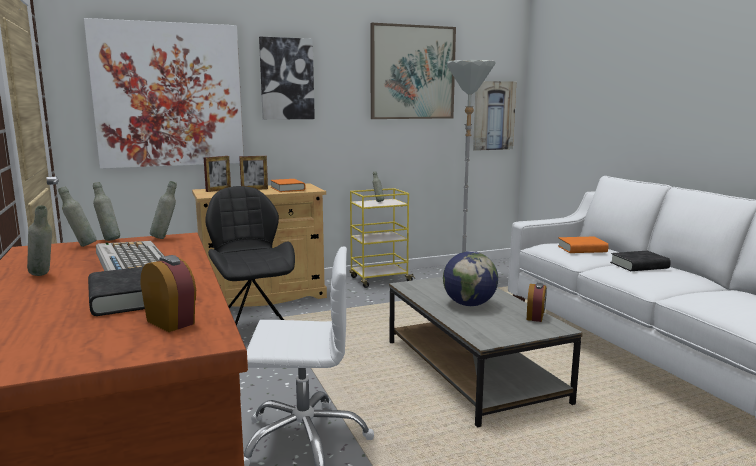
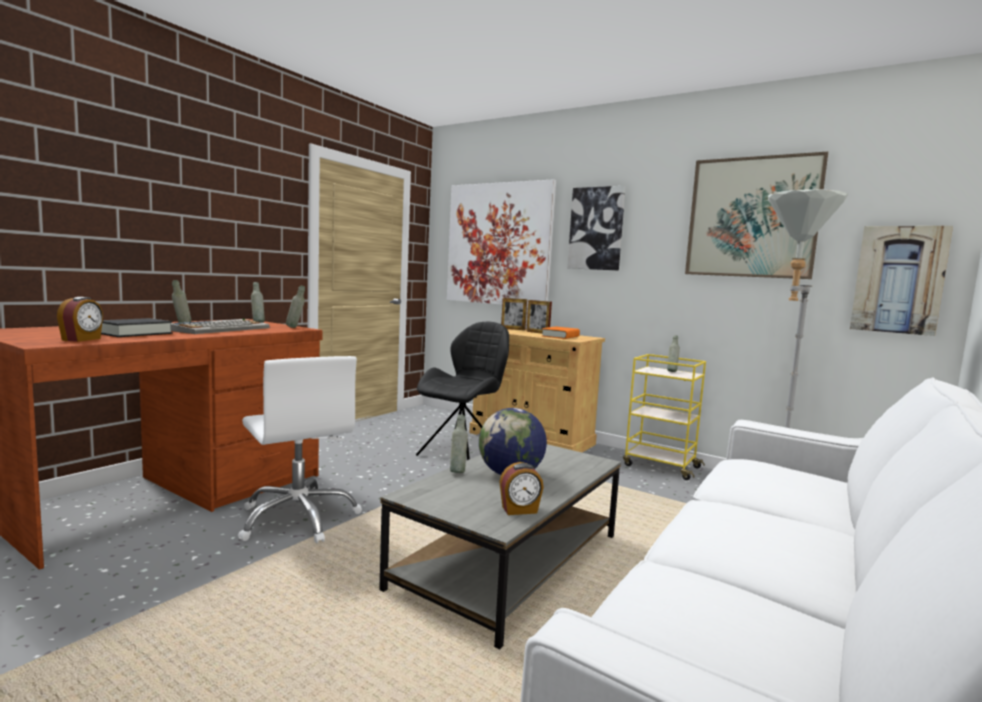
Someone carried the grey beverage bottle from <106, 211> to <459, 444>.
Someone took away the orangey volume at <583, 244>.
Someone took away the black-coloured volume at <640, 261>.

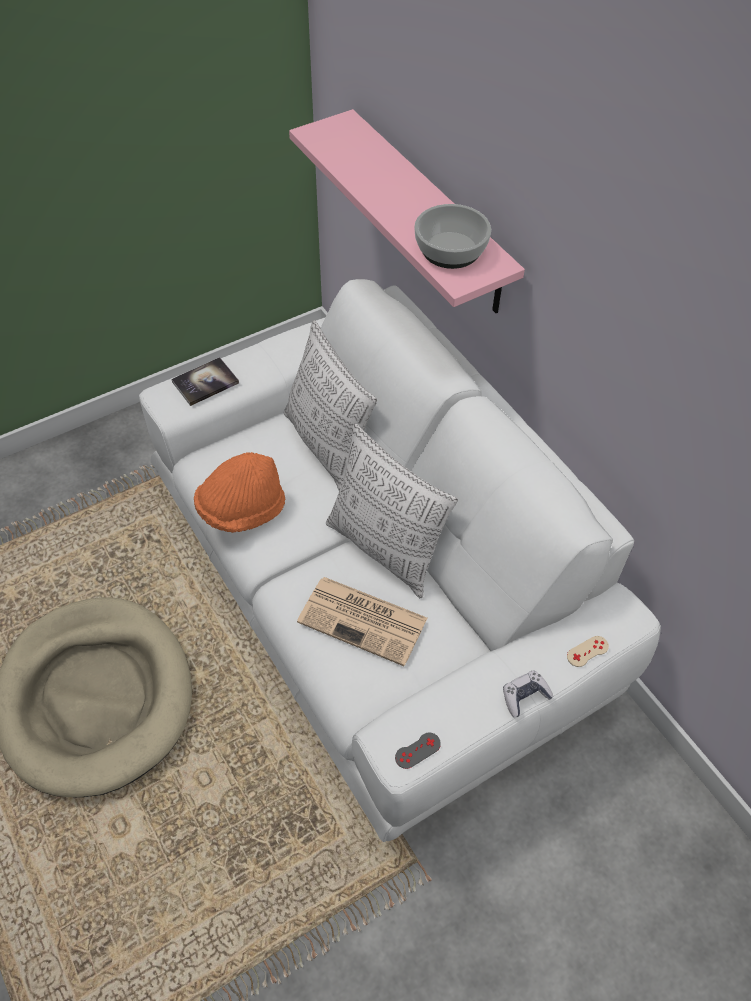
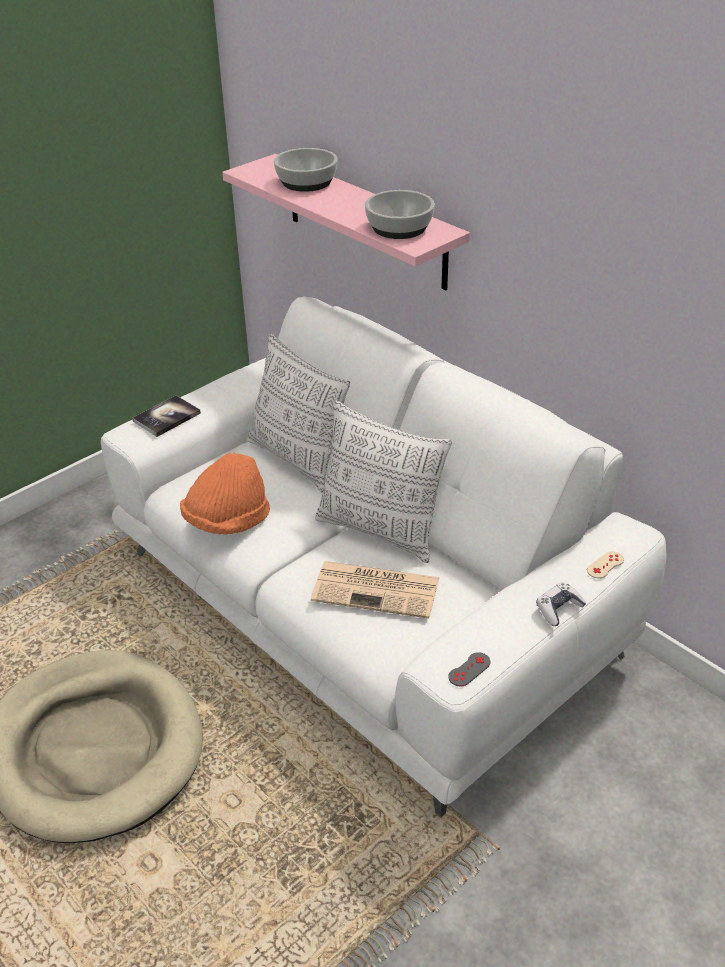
Someone put down the serving bowl at <306, 170>.

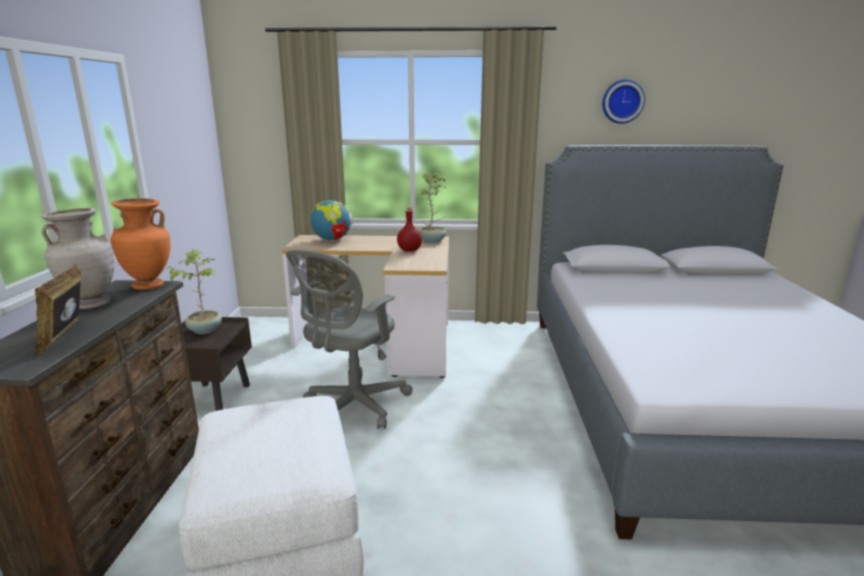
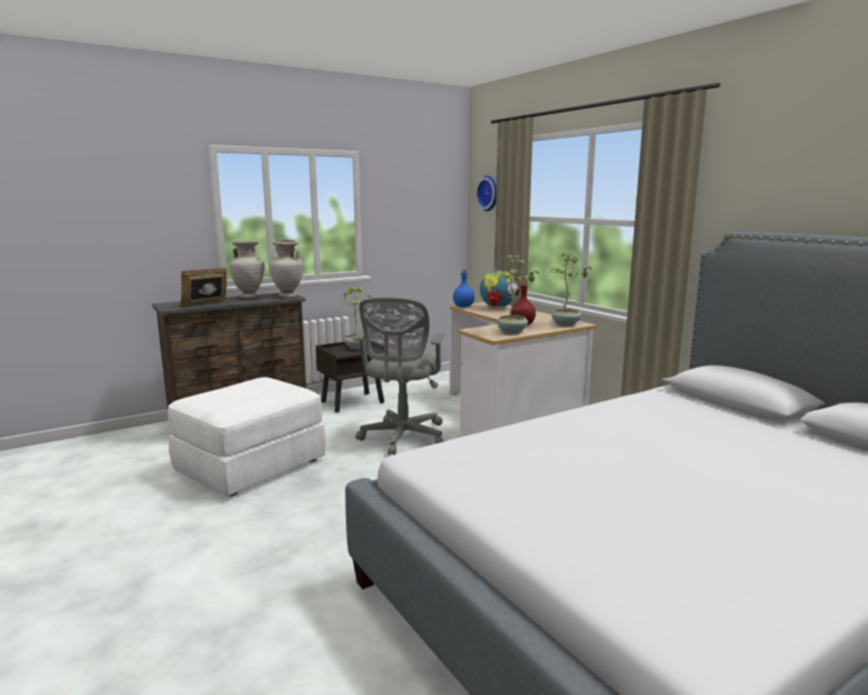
Someone repainted the orangey flower vase at <140, 244>, which became the beige-coloured flower vase at <286, 269>.
Someone rotated the grey desk chair at <349, 339> by 75 degrees counterclockwise.
Someone put down the bluish beverage bottle at <464, 288>.
Someone carried the hanging clock from <623, 102> to <485, 193>.
Someone put down the plant in a pot at <516, 294>.

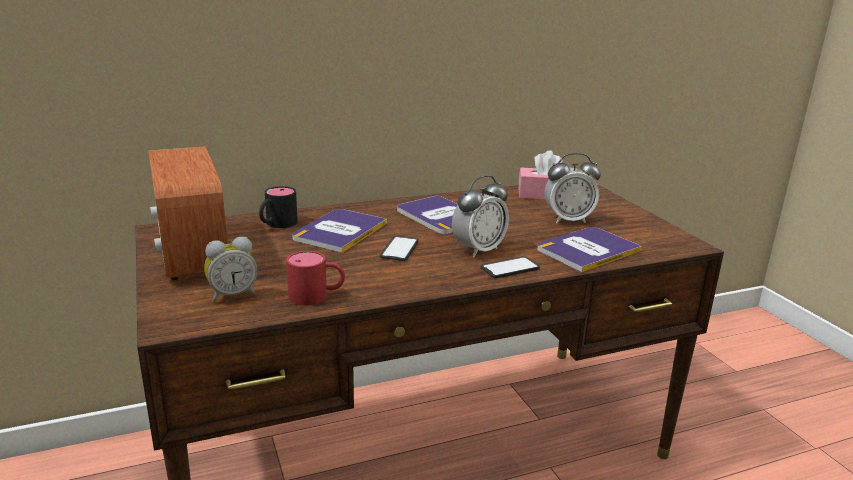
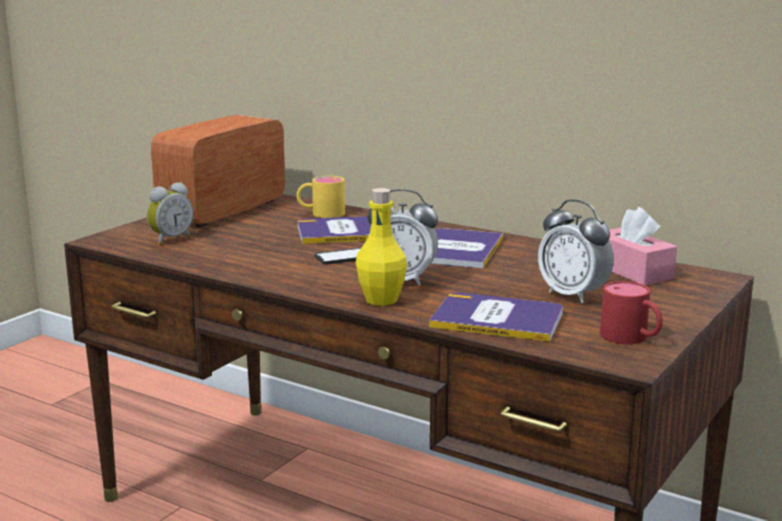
Someone rotated the bedside clock at <231, 269> by 75 degrees counterclockwise.
Someone repainted the black-coloured tea mug at <278, 207>, which became the yellowish tea mug at <320, 197>.
Someone swapped the phone at <510, 267> for the yellowish beverage bottle at <381, 247>.
Someone carried the red-coloured tea mug from <315, 278> to <631, 312>.

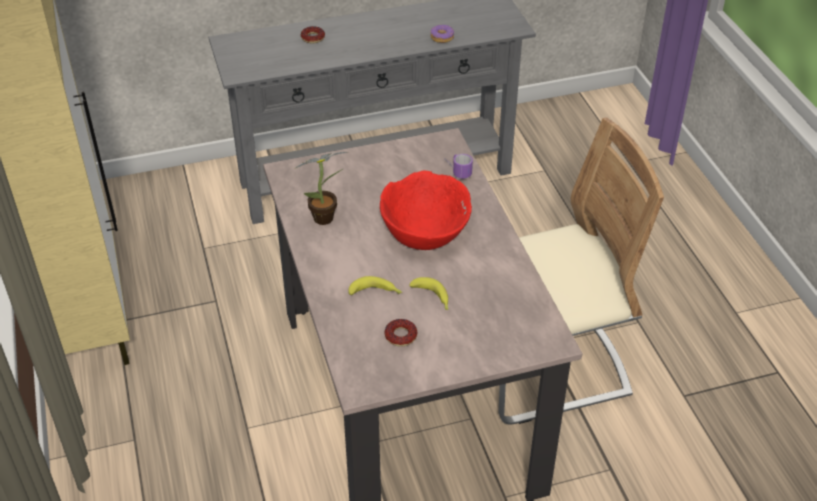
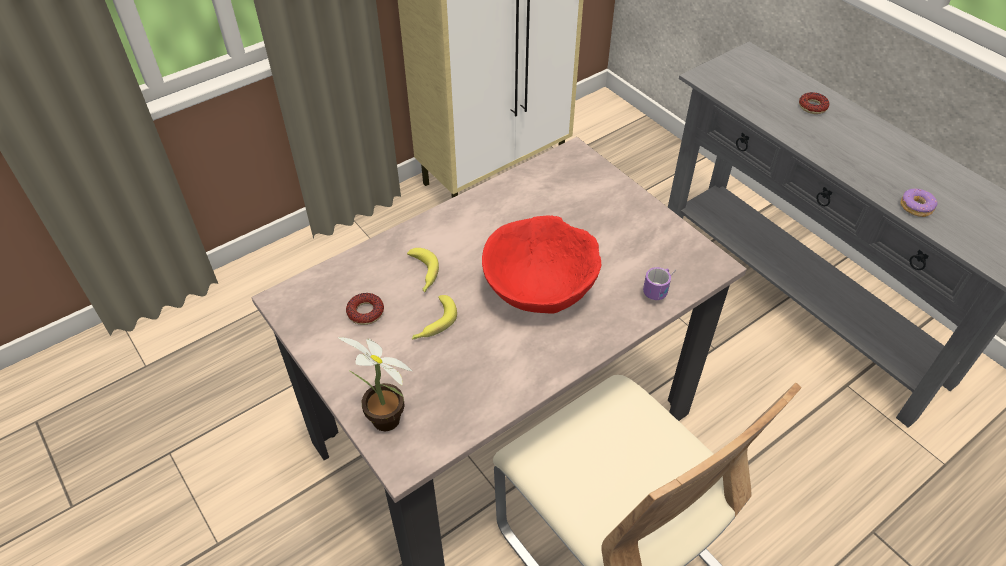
Someone carried the plant in a pot from <321, 188> to <374, 384>.

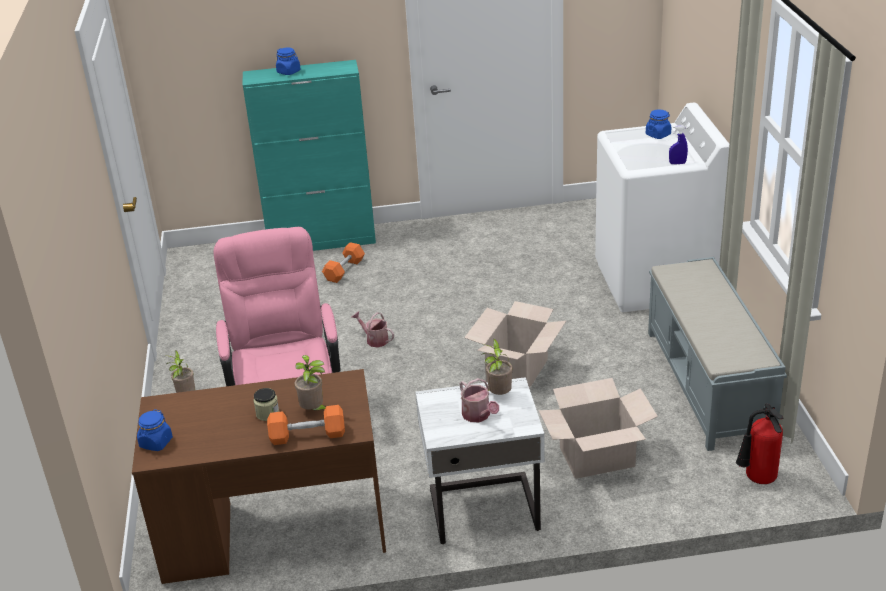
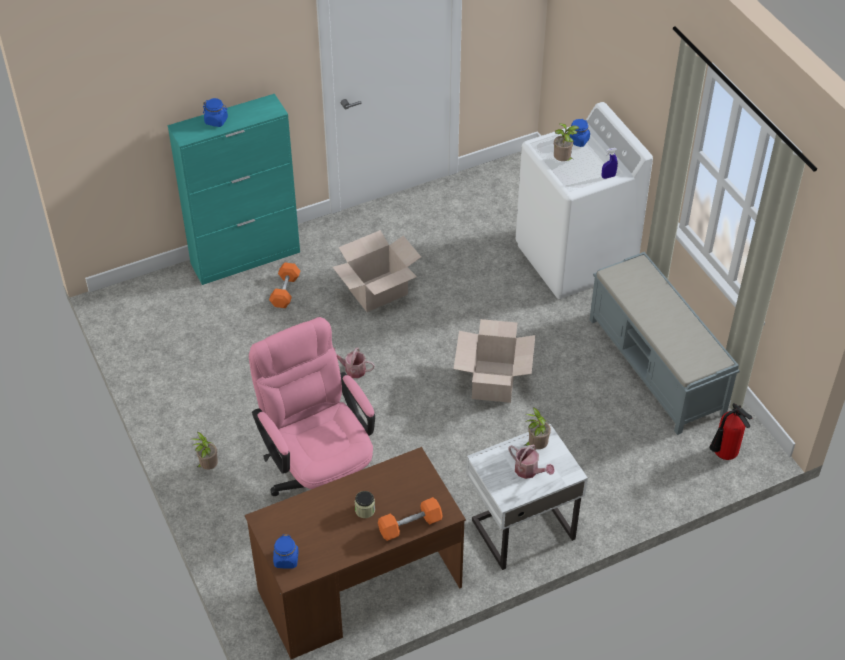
Someone carried the carton from <598, 428> to <377, 271>.
Someone carried the plant in a pot from <310, 382> to <566, 142>.

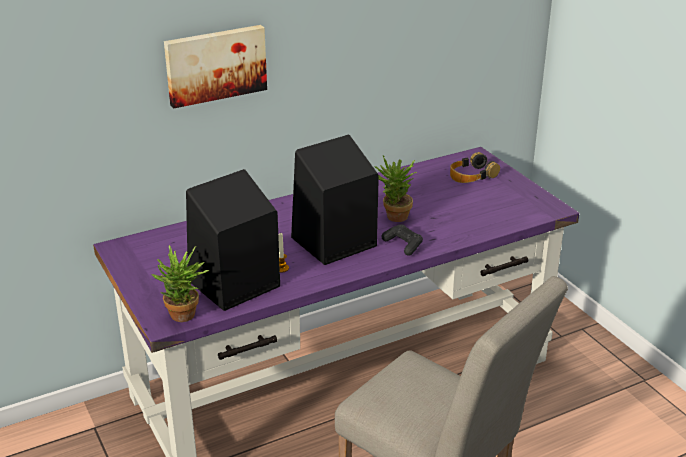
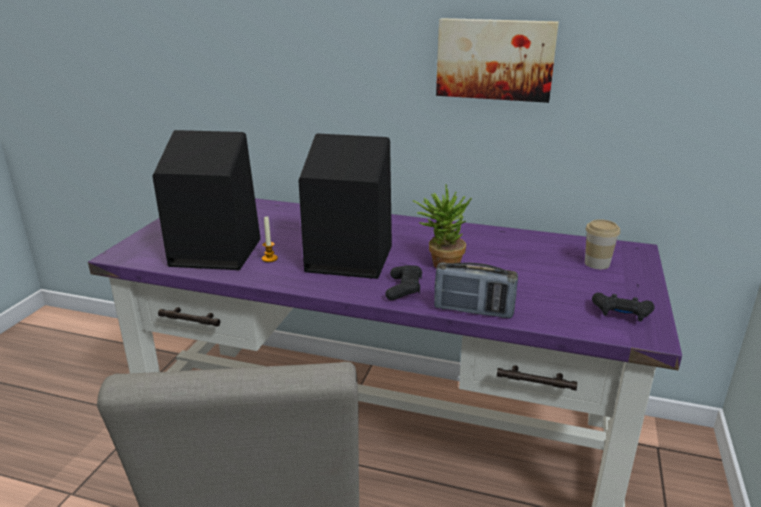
Someone put down the radio receiver at <476, 290>.
Someone carried the picture from <215, 67> to <497, 60>.
Someone swapped the pair of headphones at <475, 167> for the cup at <602, 244>.
Someone put down the black-coloured gamepad at <623, 307>.
Someone took away the plant in a pot at <180, 283>.

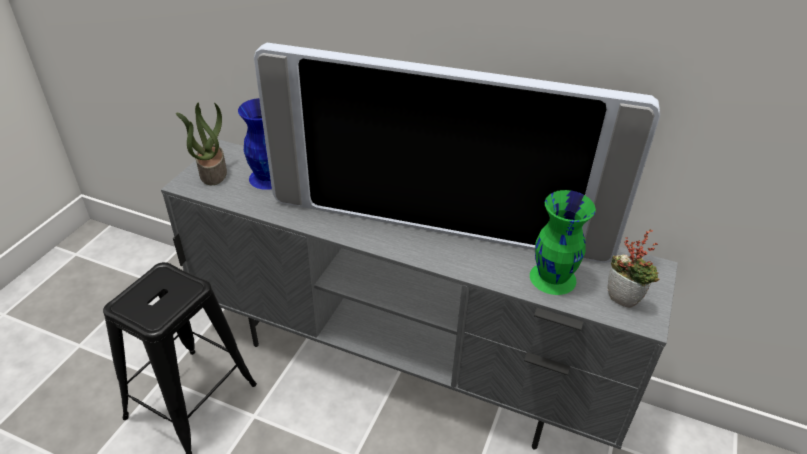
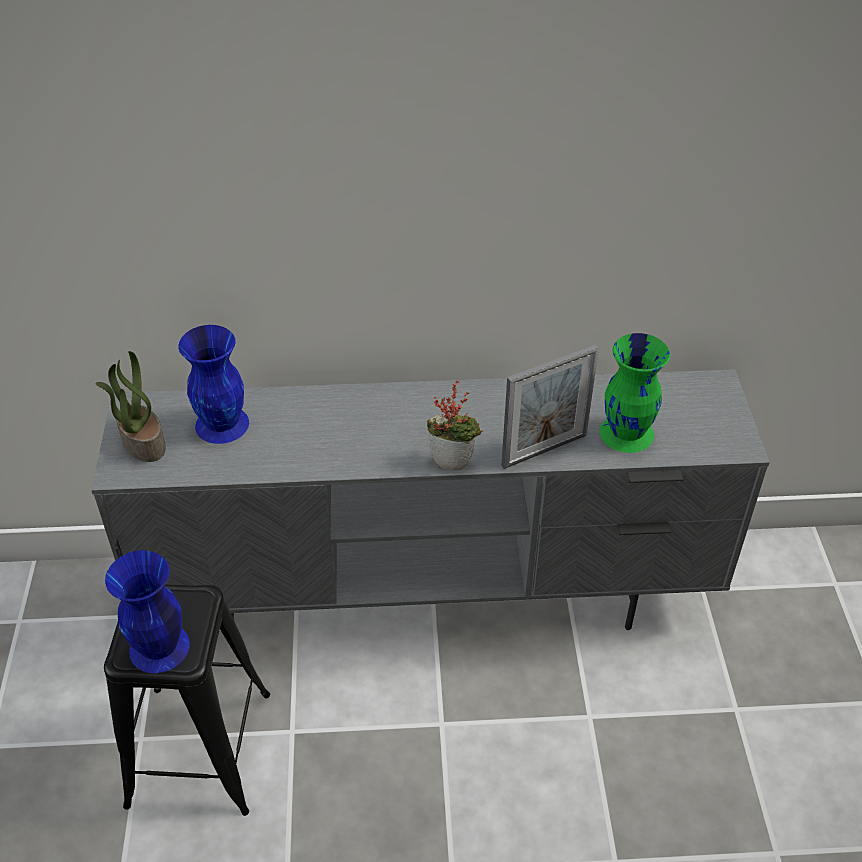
Someone put down the bluish flower vase at <147, 611>.
Someone carried the plant in a pot from <634, 268> to <454, 425>.
Someone put down the photo frame at <550, 407>.
Someone took away the TV set at <457, 153>.

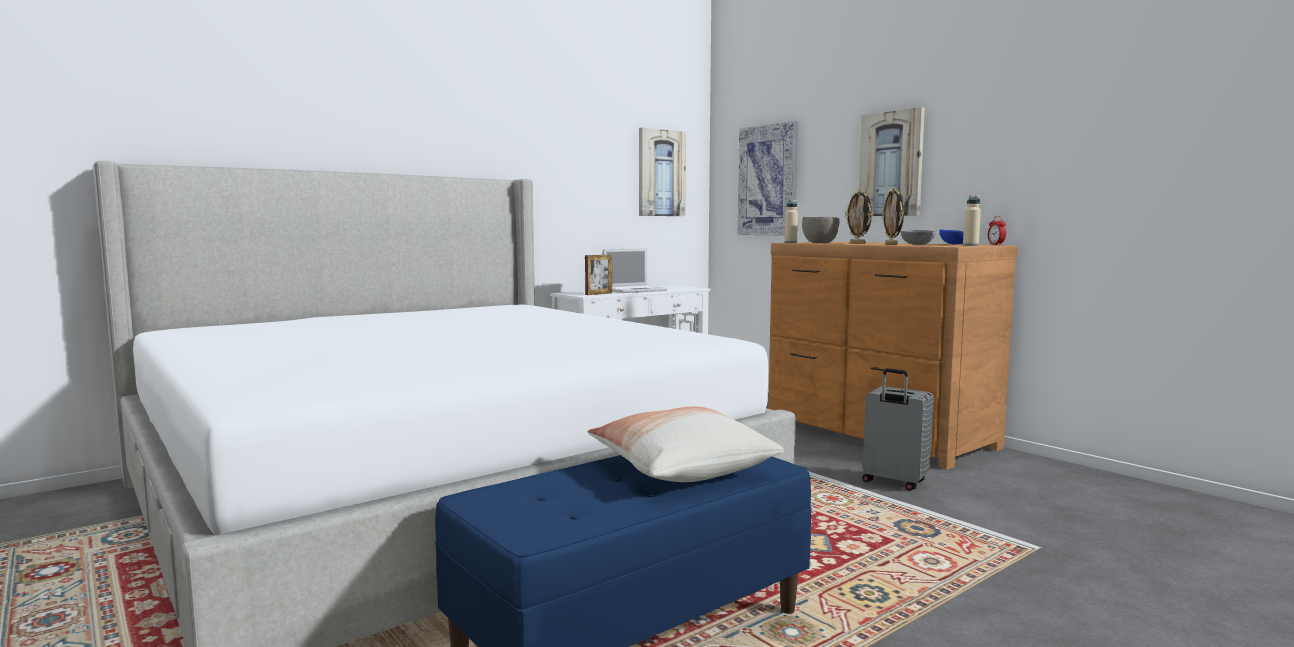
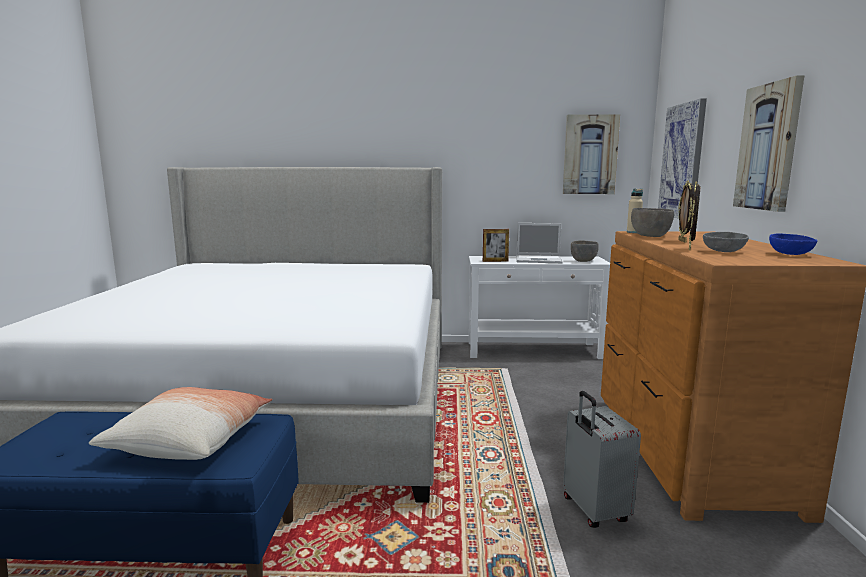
Someone put down the grey serving bowl at <585, 251>.
Someone took away the beige-coloured beverage bottle at <972, 220>.
Someone took away the bedside clock at <997, 230>.

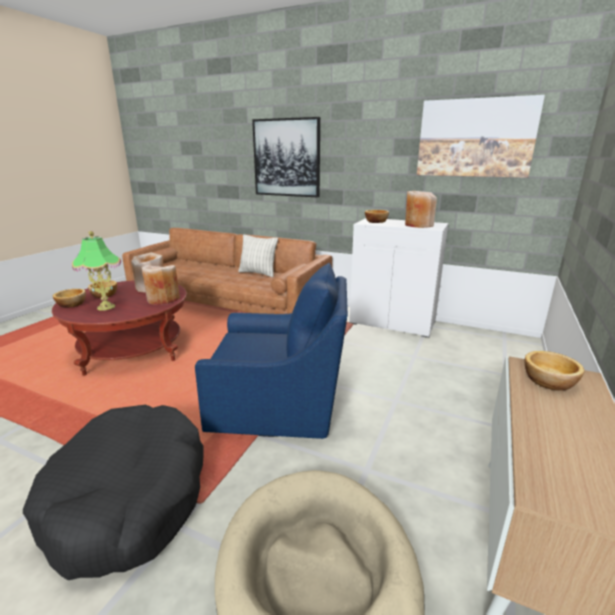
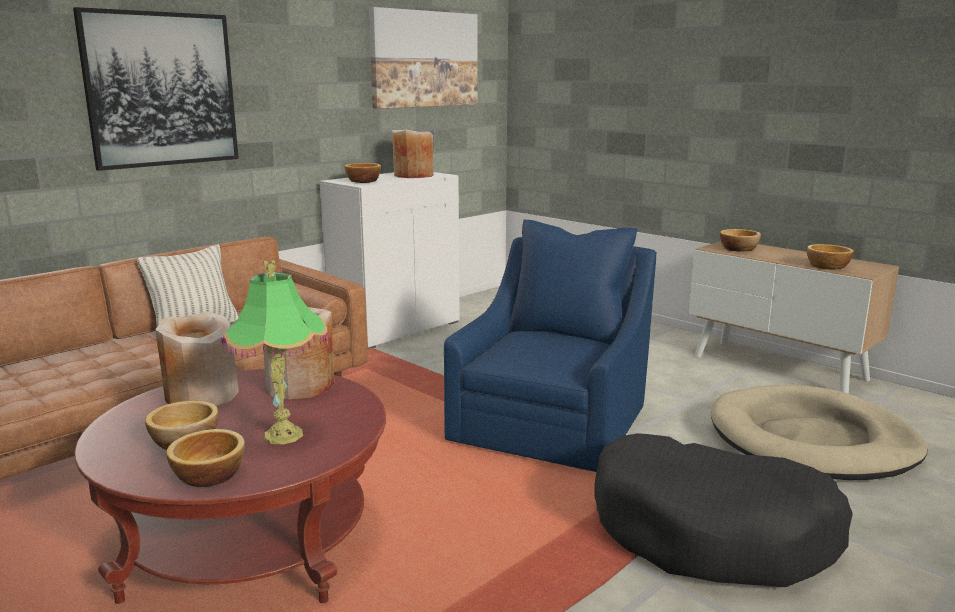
Someone put down the serving bowl at <830, 256>.

